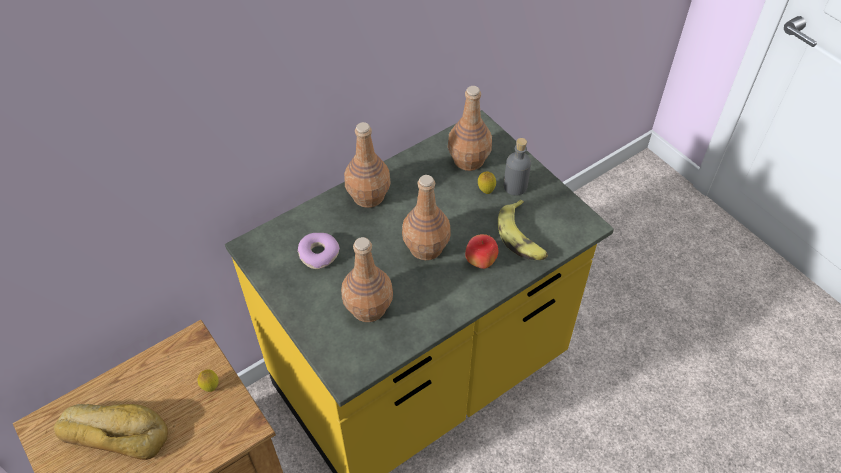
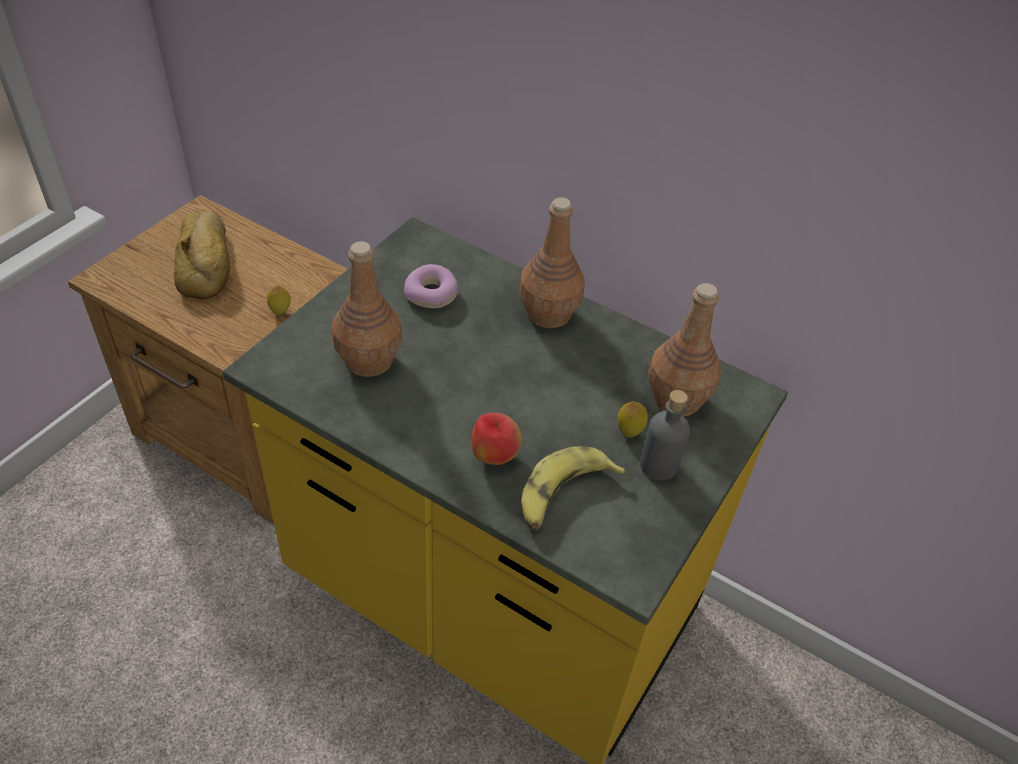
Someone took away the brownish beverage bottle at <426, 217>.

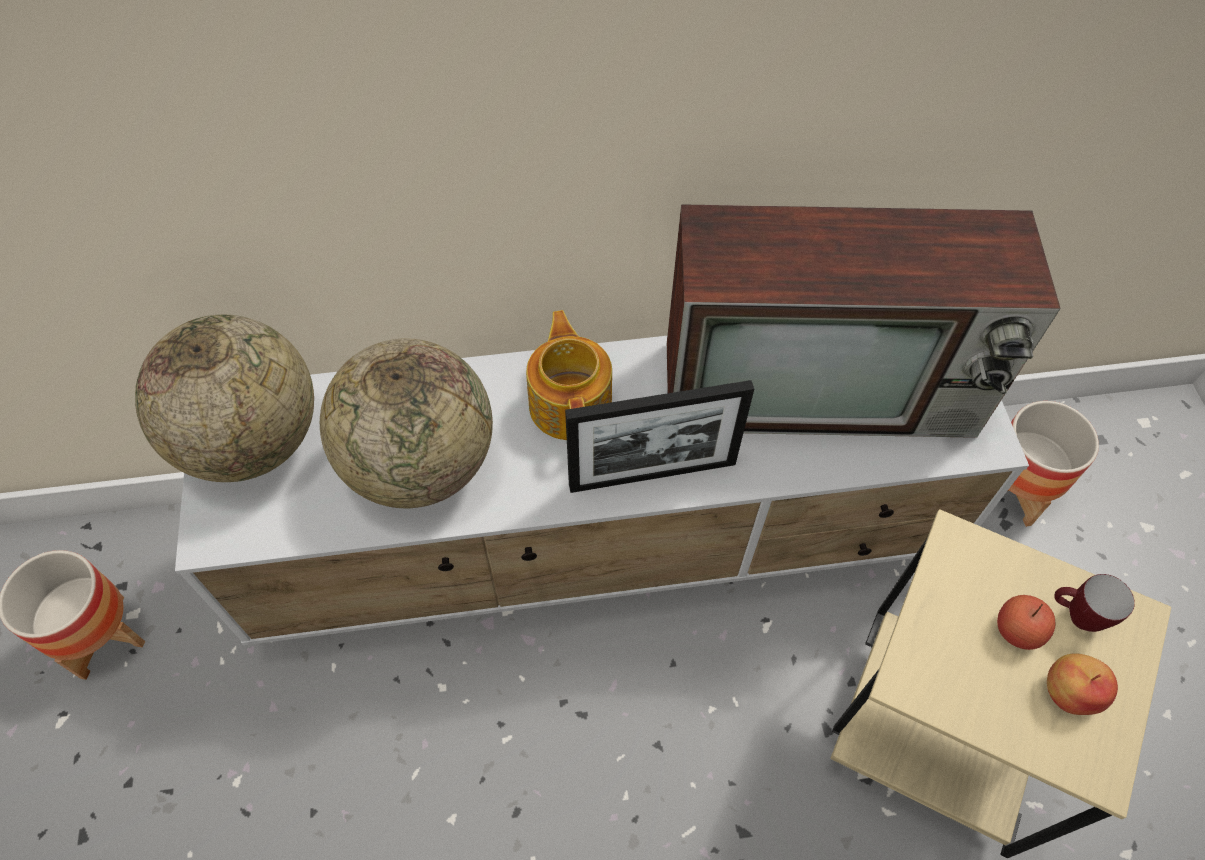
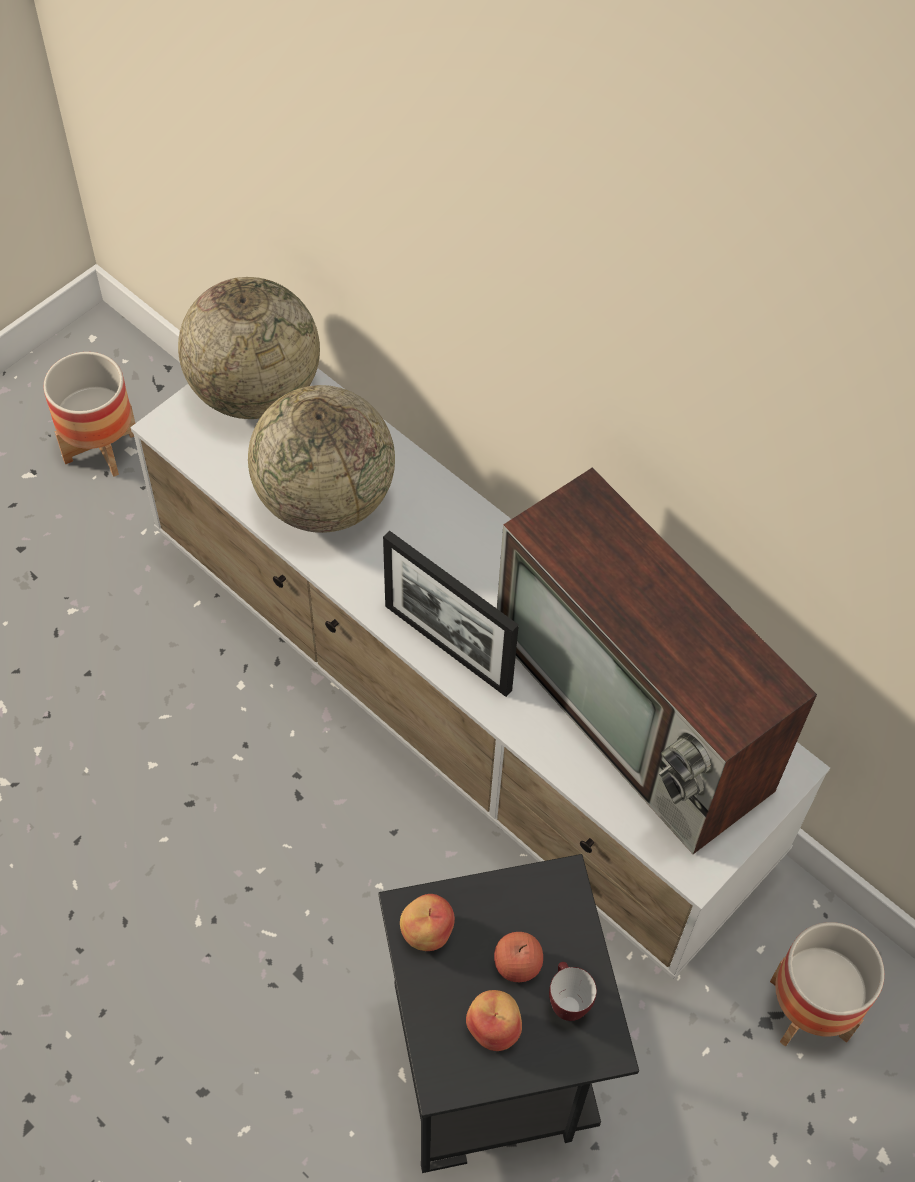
Someone repainted the beige-coloured accent table at <1001, 683>, which became the black-coloured accent table at <508, 1013>.
Someone put down the whole apple at <427, 922>.
Someone took away the teapot at <569, 375>.

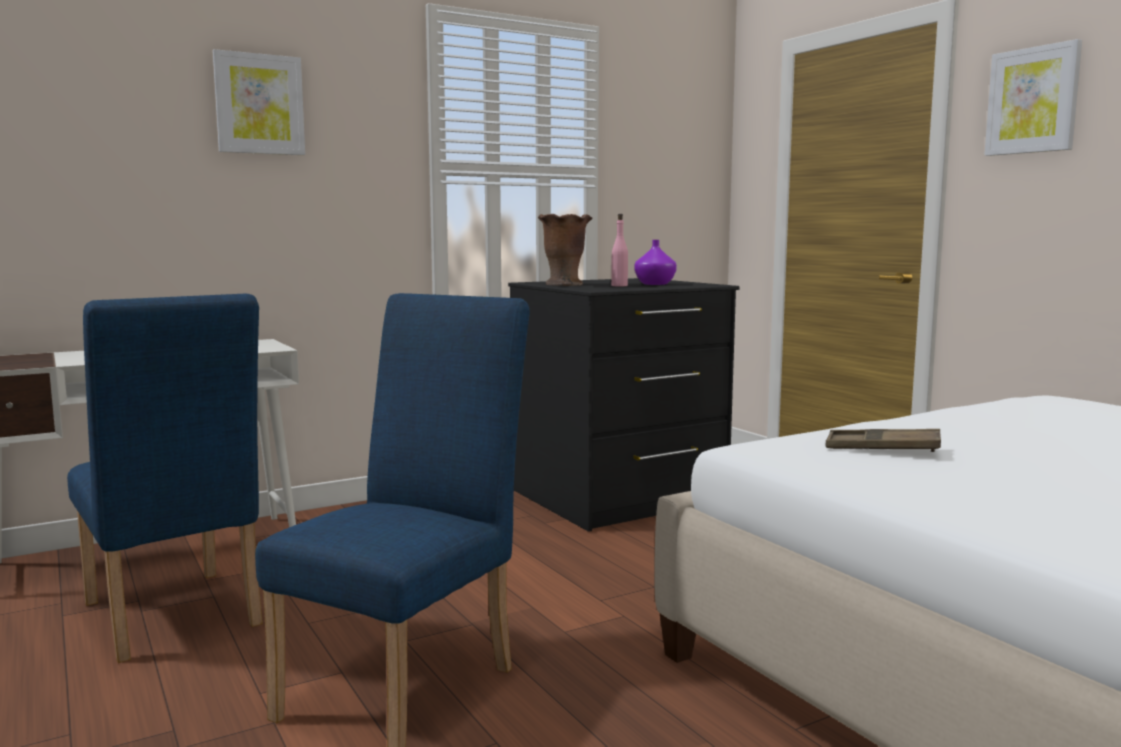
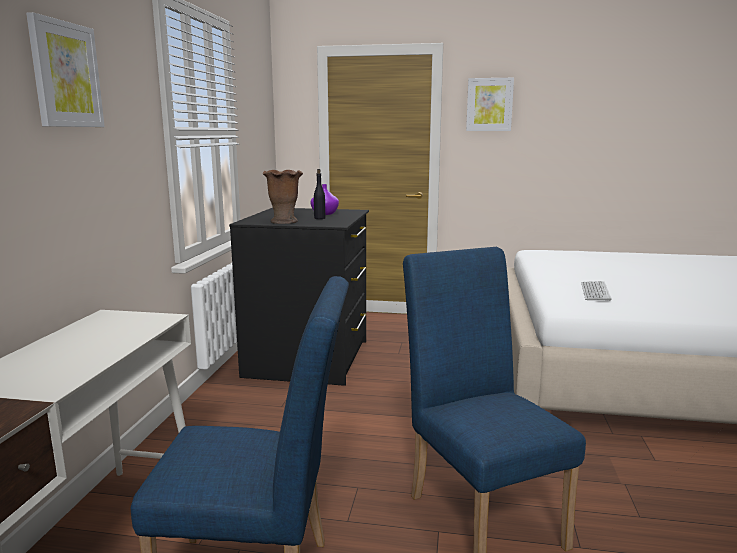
Someone repainted the pinkish beverage bottle at <619, 250>, which became the black-coloured beverage bottle at <319, 194>.
Someone swapped the brownish serving tray at <883, 440> for the computer keyboard at <596, 290>.

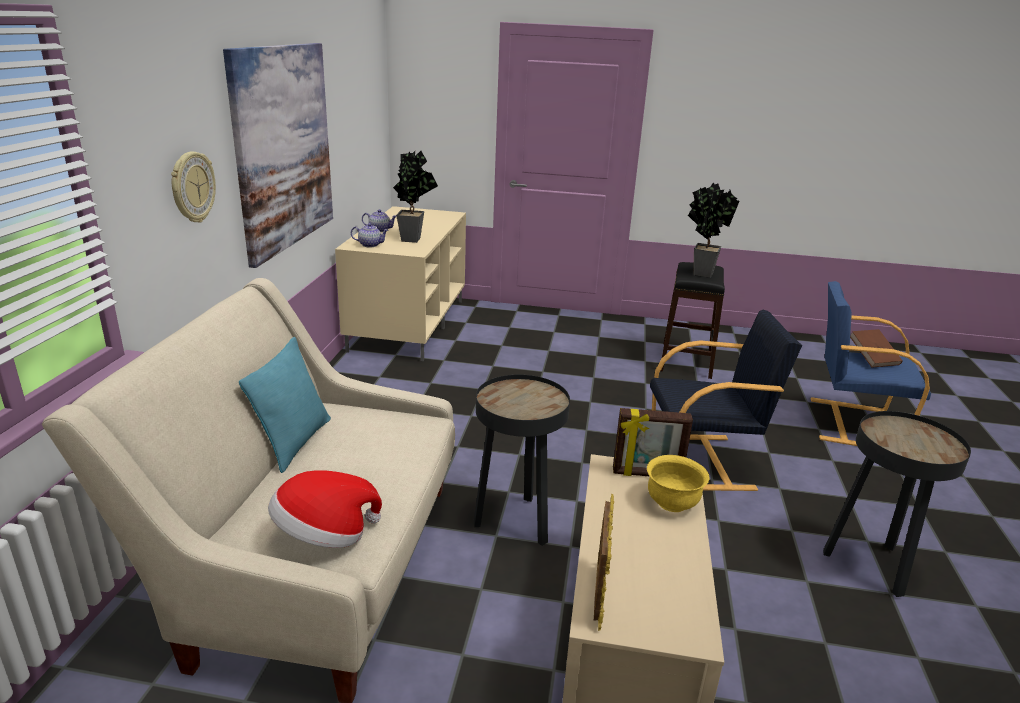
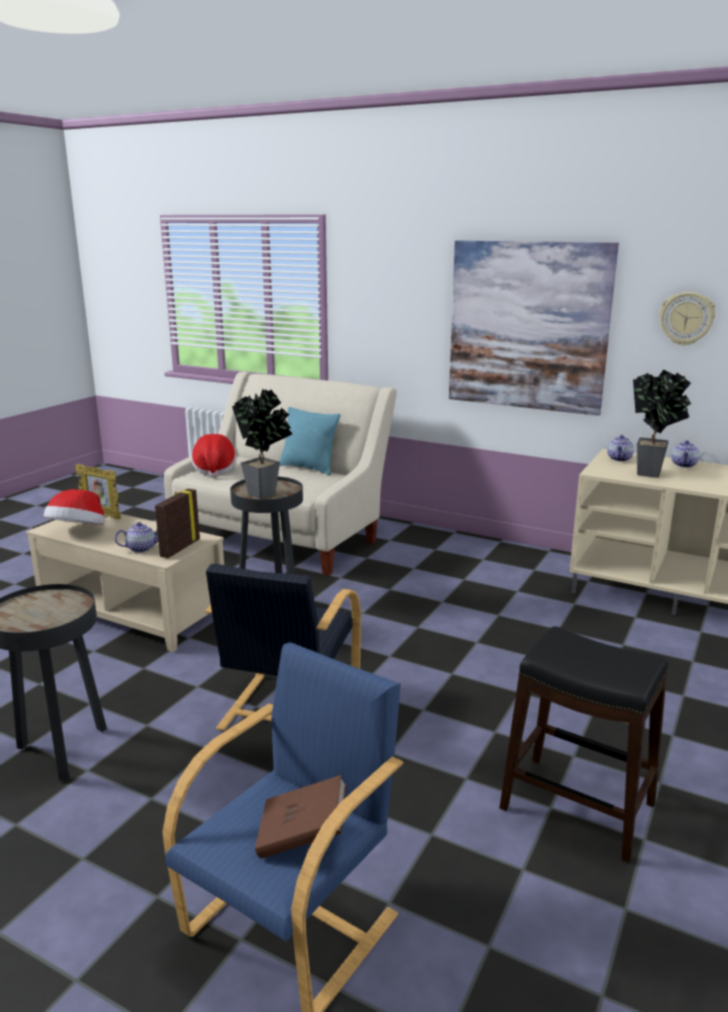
Someone put down the wearable hat at <74, 507>.
Someone swapped the yellowish serving bowl at <678, 483> for the teapot at <136, 537>.
Someone carried the plant in a pot from <713, 230> to <262, 444>.
Someone carried the hanging clock from <193, 187> to <687, 319>.

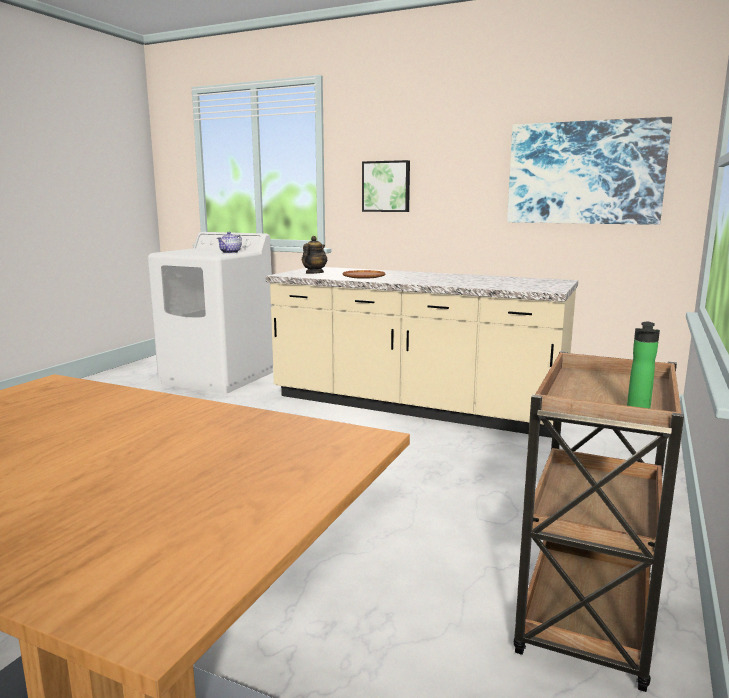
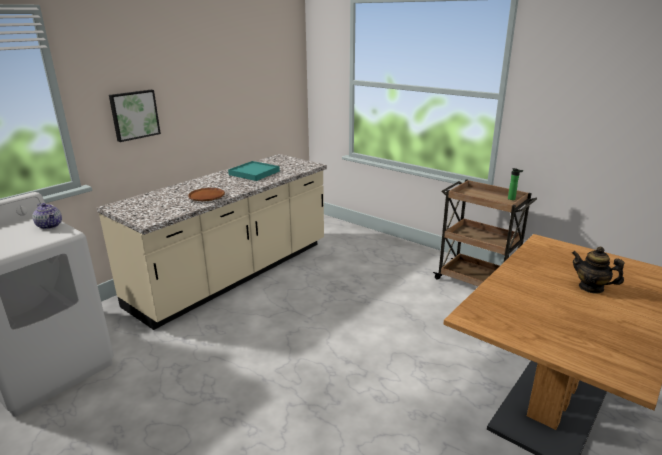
Someone put down the blue-green serving tray at <254, 171>.
Someone carried the teapot from <314, 255> to <598, 270>.
Someone took away the picture at <589, 171>.

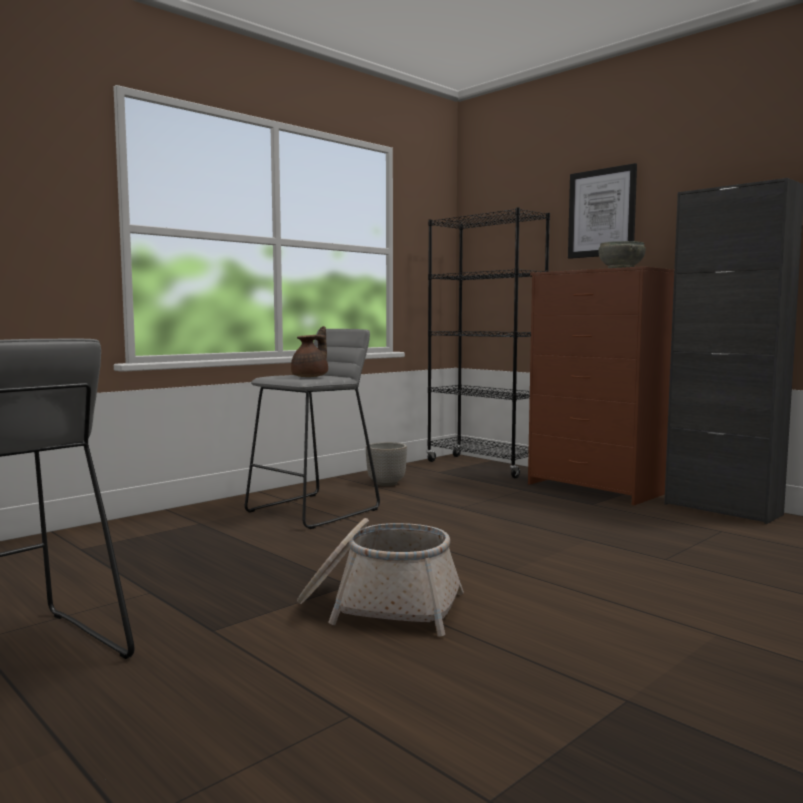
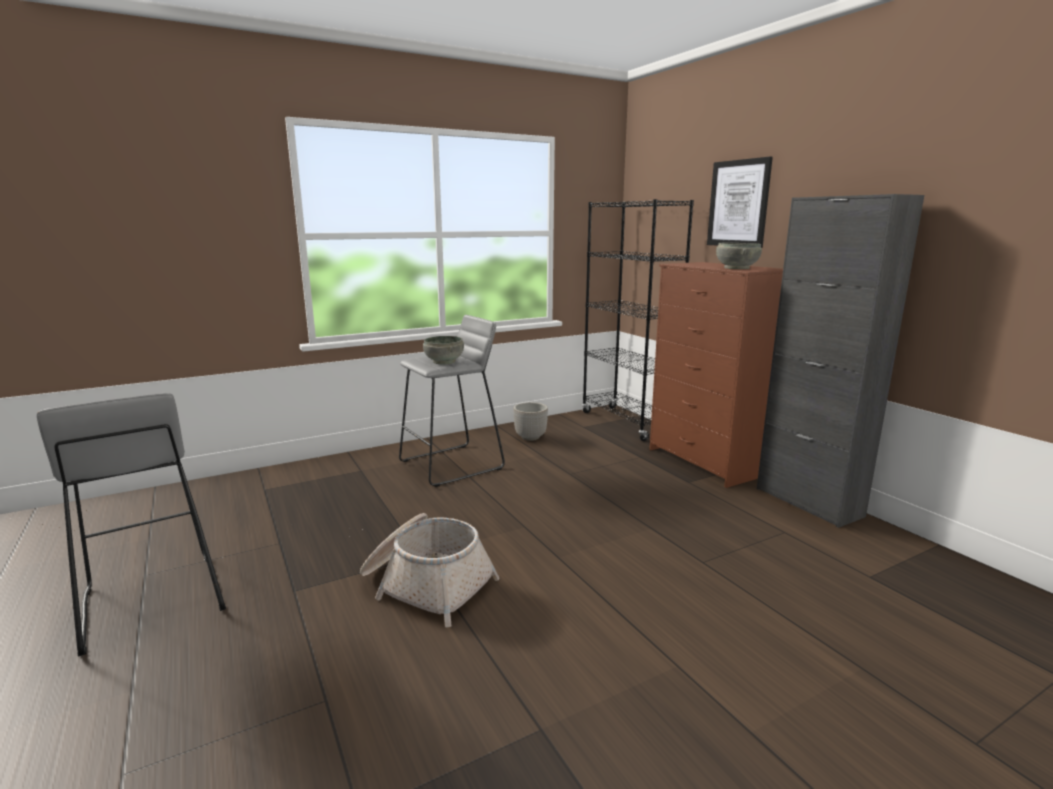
Someone swapped the brownish teapot at <309, 351> for the grey serving bowl at <443, 350>.

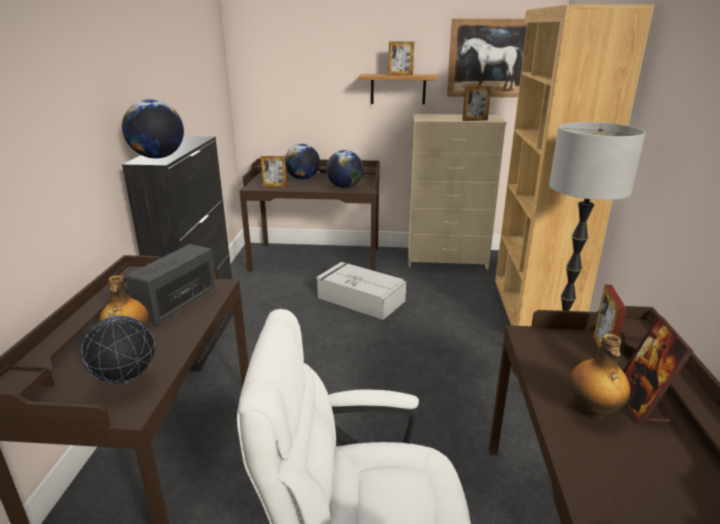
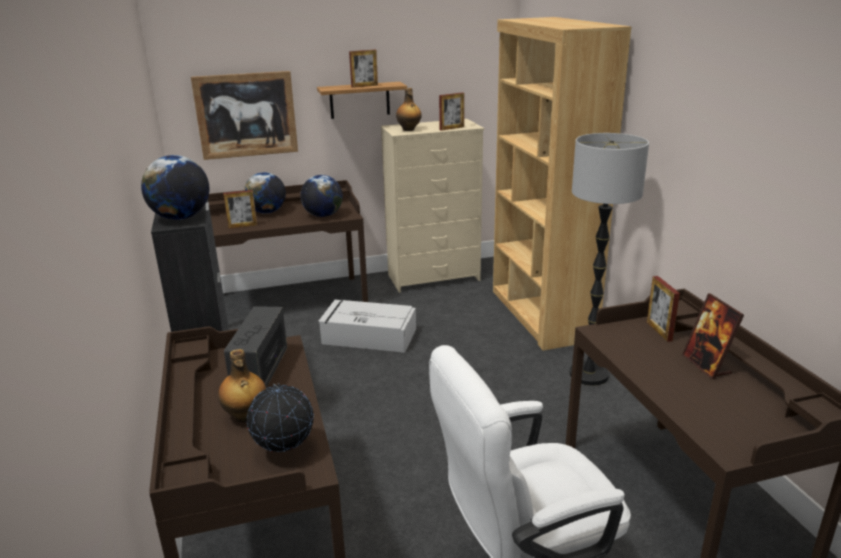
Someone carried the picture from <487, 58> to <244, 115>.
Someone carried the beverage bottle from <600, 376> to <409, 109>.

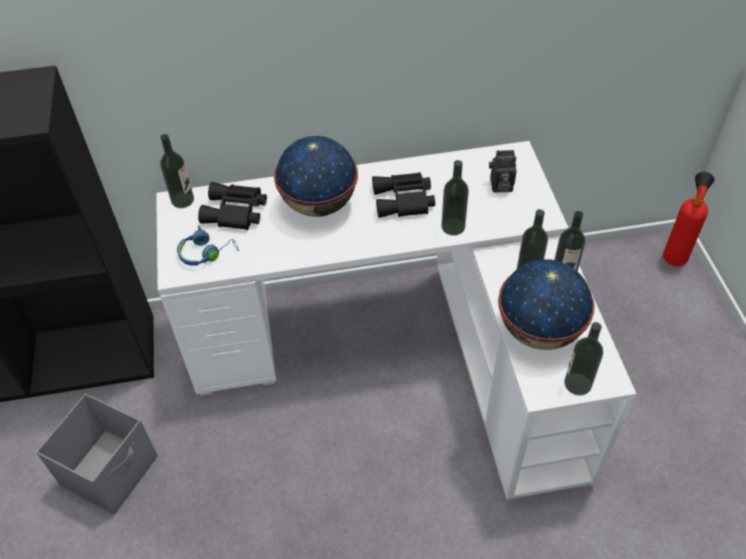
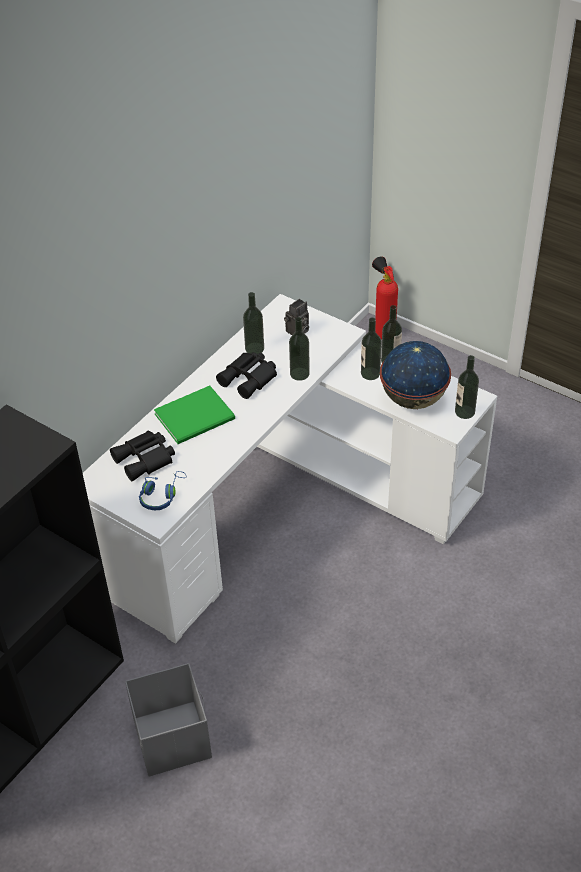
Someone swapped the globe at <316, 176> for the green-coloured volume at <194, 415>.
Someone carried the beverage bottle from <177, 171> to <253, 323>.

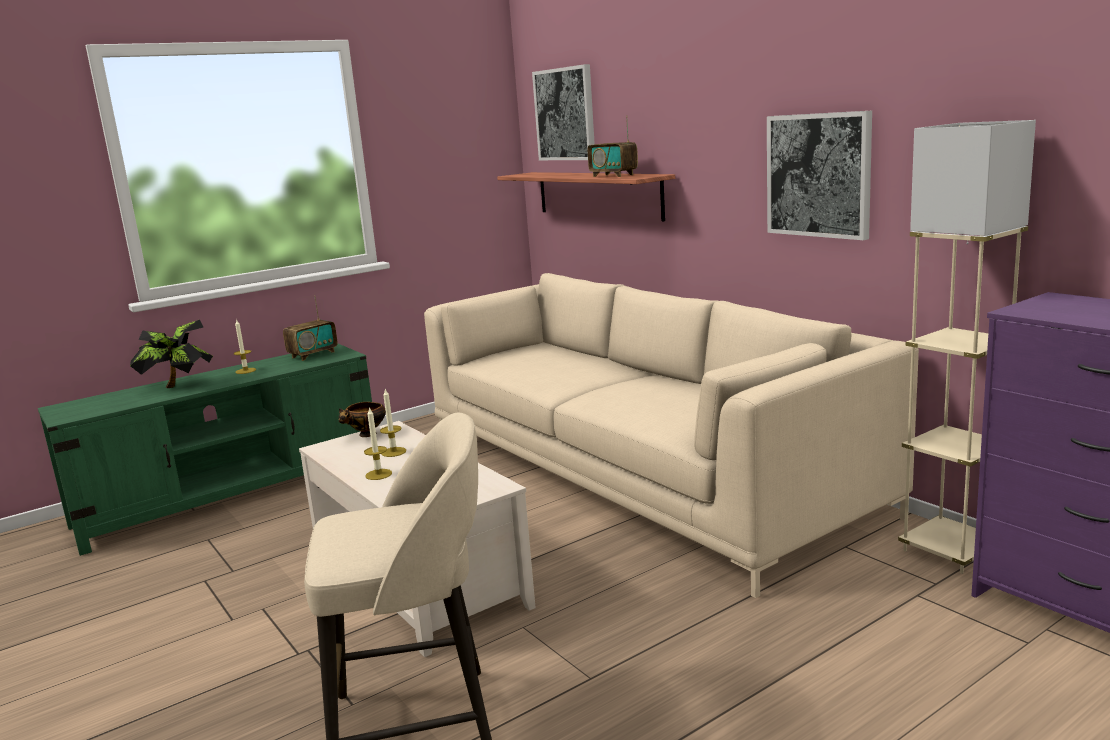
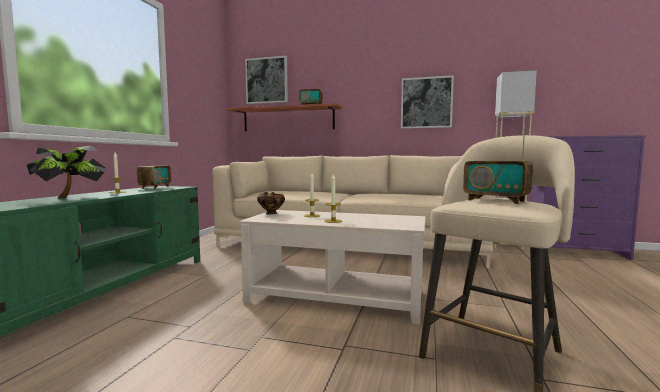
Someone put down the radio receiver at <498, 165>.

